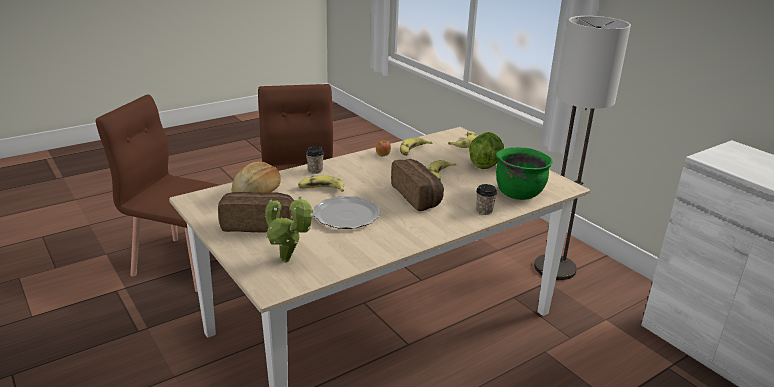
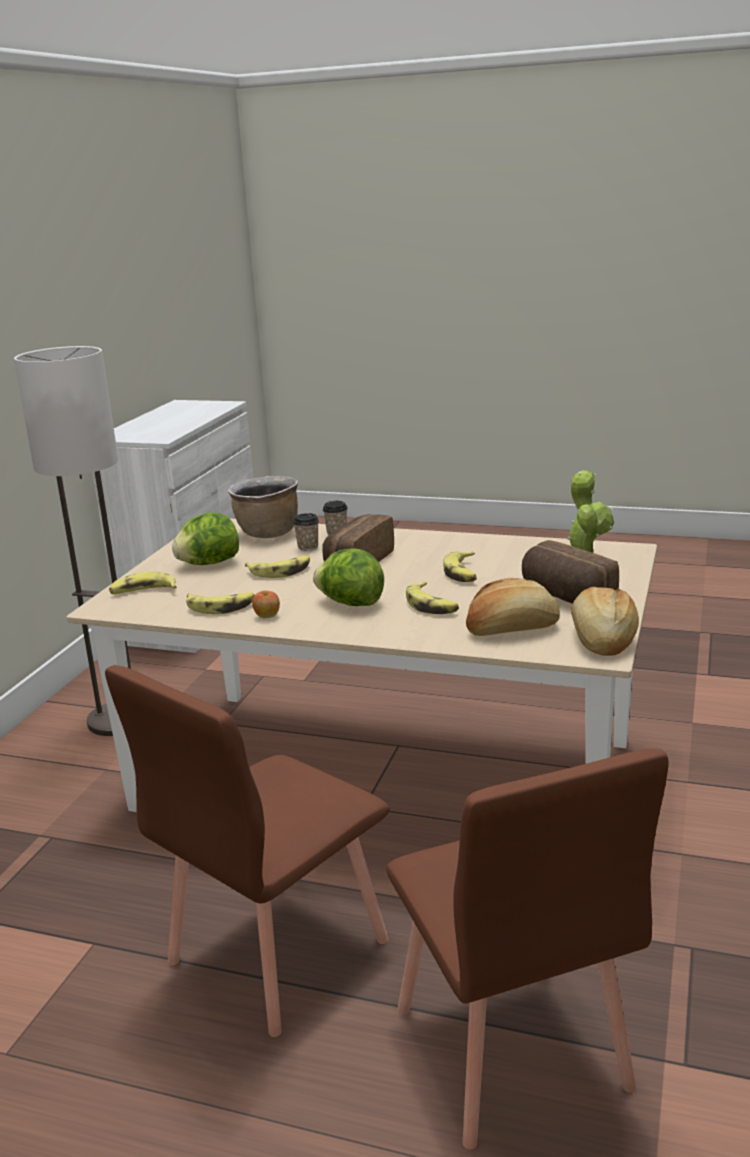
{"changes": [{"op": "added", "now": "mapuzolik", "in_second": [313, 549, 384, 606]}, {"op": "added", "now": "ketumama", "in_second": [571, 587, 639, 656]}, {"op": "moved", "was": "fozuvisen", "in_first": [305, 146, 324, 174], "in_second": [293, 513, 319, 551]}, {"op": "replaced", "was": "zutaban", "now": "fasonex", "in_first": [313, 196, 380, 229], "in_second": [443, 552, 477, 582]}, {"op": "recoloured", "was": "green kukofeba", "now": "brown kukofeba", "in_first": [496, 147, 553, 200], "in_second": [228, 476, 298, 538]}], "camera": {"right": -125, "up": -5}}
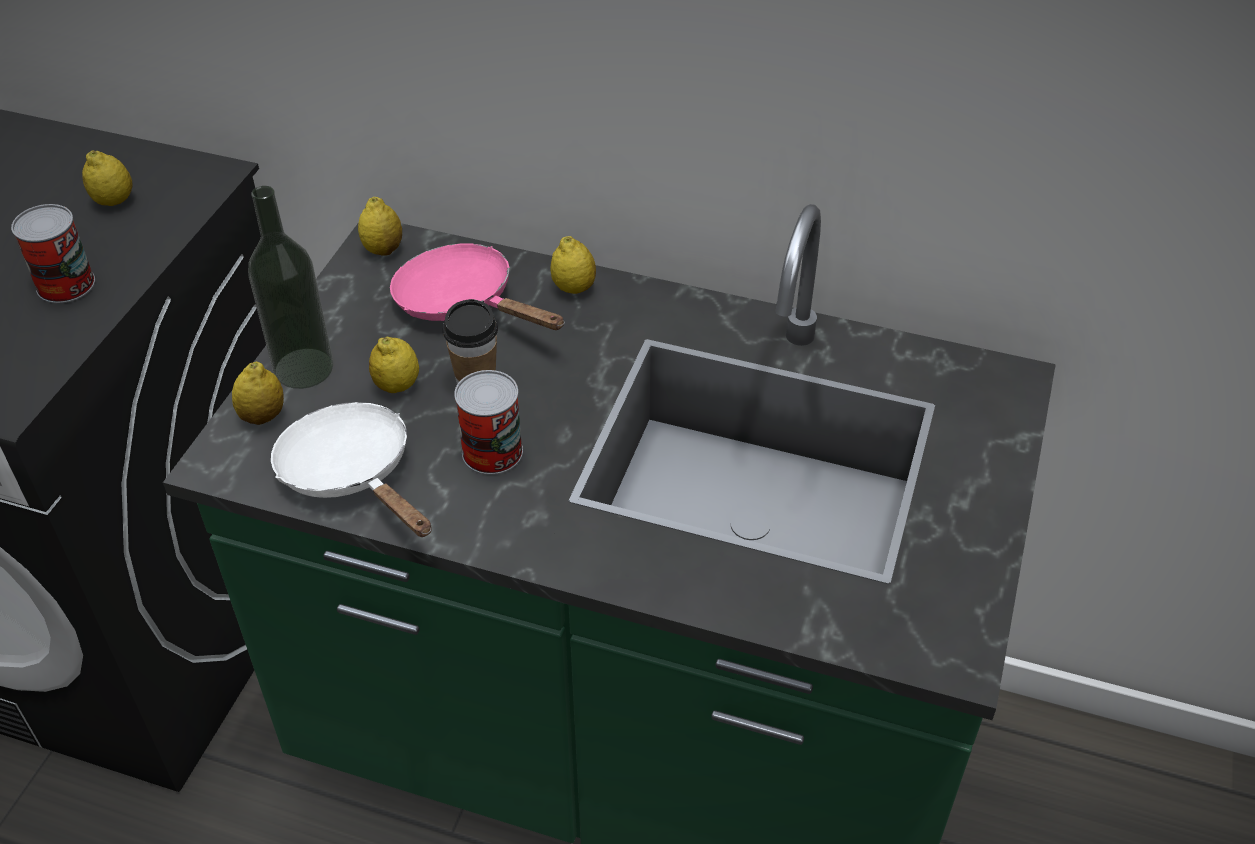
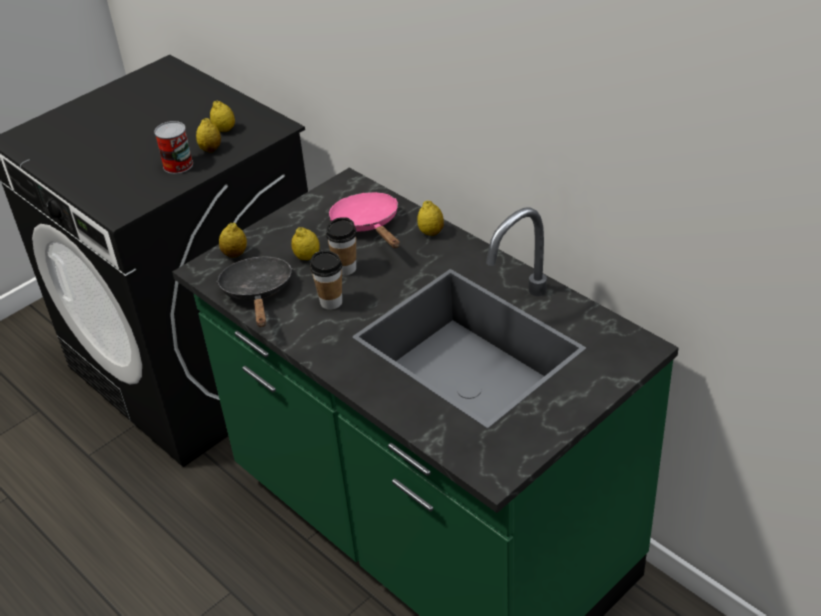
{"changes": [{"op": "removed", "was": "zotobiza", "in_first": [248, 186, 333, 389]}, {"op": "moved", "was": "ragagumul", "in_first": [358, 197, 402, 256], "in_second": [196, 118, 221, 152]}, {"op": "replaced", "was": "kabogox", "now": "fozuvisen", "in_first": [454, 370, 523, 475], "in_second": [310, 250, 342, 310]}, {"op": "recoloured", "was": "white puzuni", "now": "black puzuni", "in_first": [271, 402, 432, 537], "in_second": [216, 257, 293, 327]}], "camera": {"right": 30, "up": -5}}
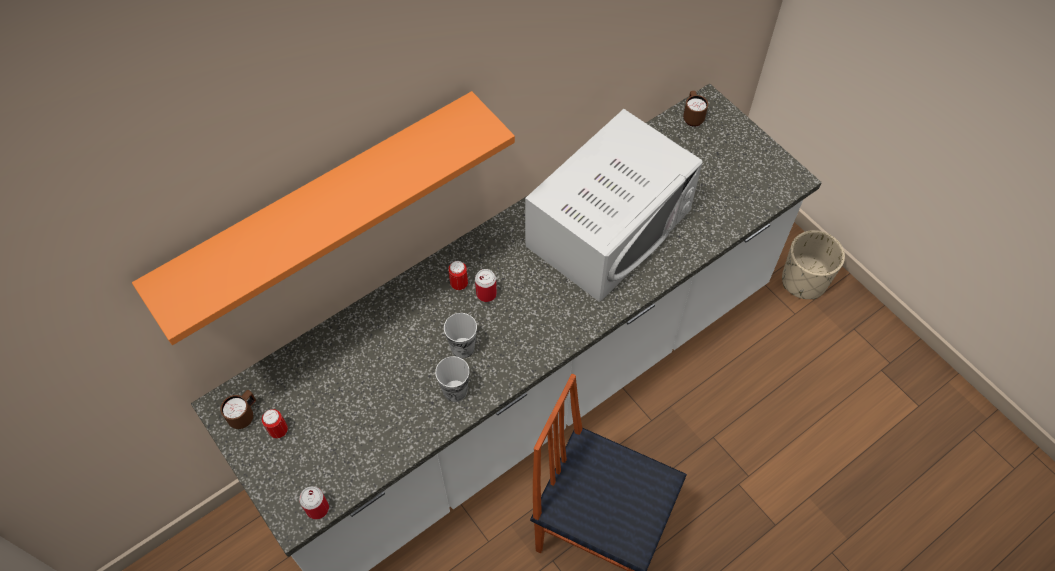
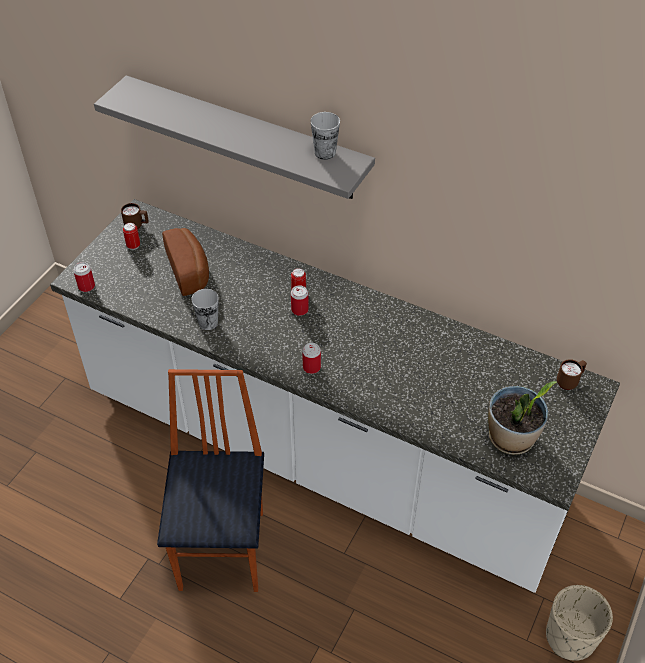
{"changes": [{"op": "removed", "was": "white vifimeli", "in_first": [525, 109, 702, 302]}, {"op": "added", "now": "ketumama", "in_second": [162, 228, 209, 296]}, {"op": "added", "now": "kabogox", "in_second": [302, 343, 321, 374]}, {"op": "added", "now": "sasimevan", "in_second": [488, 381, 557, 455]}, {"op": "moved", "was": "fozuvisen", "in_first": [444, 313, 477, 358], "in_second": [310, 112, 340, 160]}, {"op": "recoloured", "was": "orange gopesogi", "now": "grey gopesogi", "in_first": [132, 91, 515, 345], "in_second": [94, 75, 375, 199]}], "camera": {"right": 65, "up": -10}}
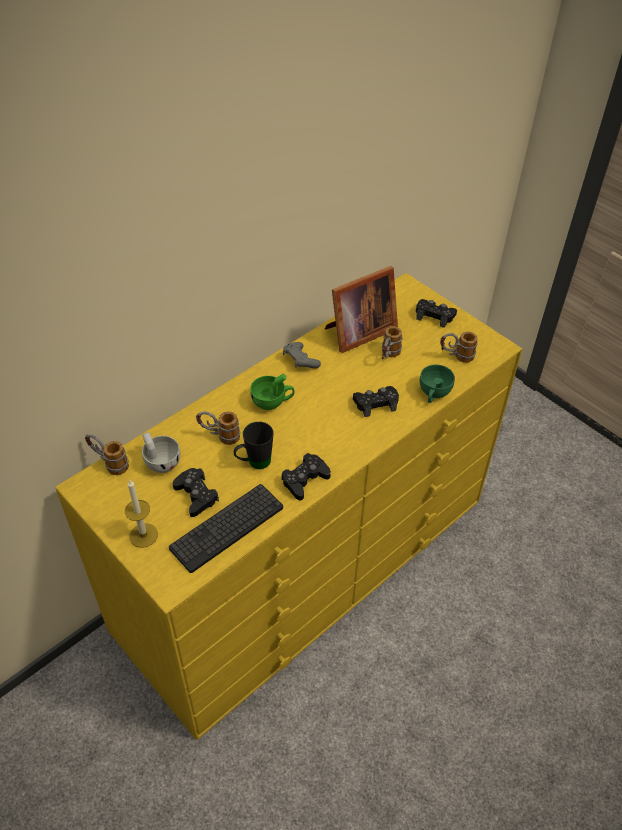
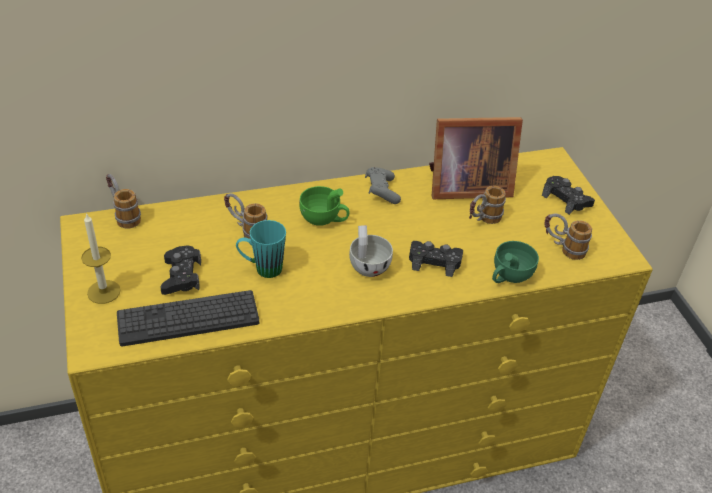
{"changes": [{"op": "removed", "was": "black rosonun", "in_first": [282, 453, 331, 501]}, {"op": "moved", "was": "white fozuvisen", "in_first": [142, 432, 180, 473], "in_second": [349, 225, 393, 277]}, {"op": "recoloured", "was": "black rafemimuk", "now": "turquoise rafemimuk", "in_first": [234, 422, 274, 469], "in_second": [236, 220, 286, 278]}], "camera": {"right": 25, "up": -5}}
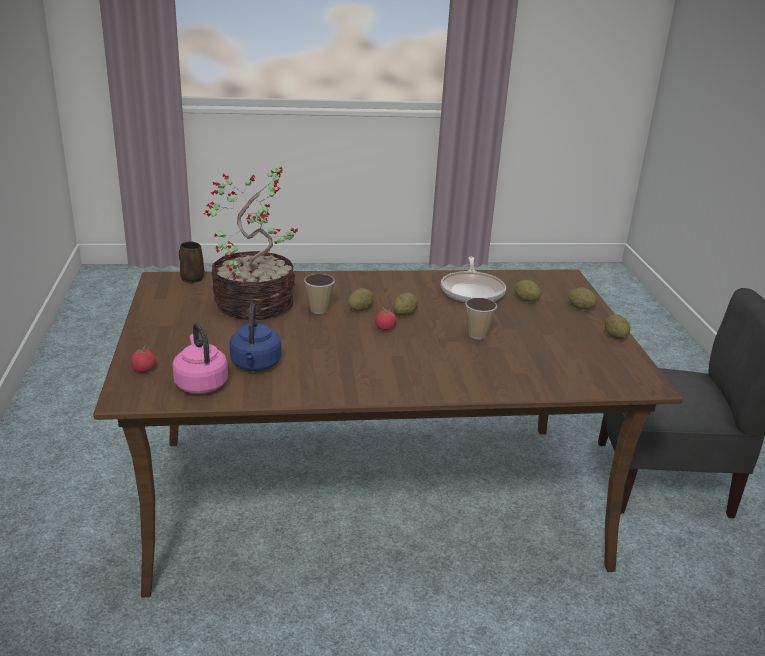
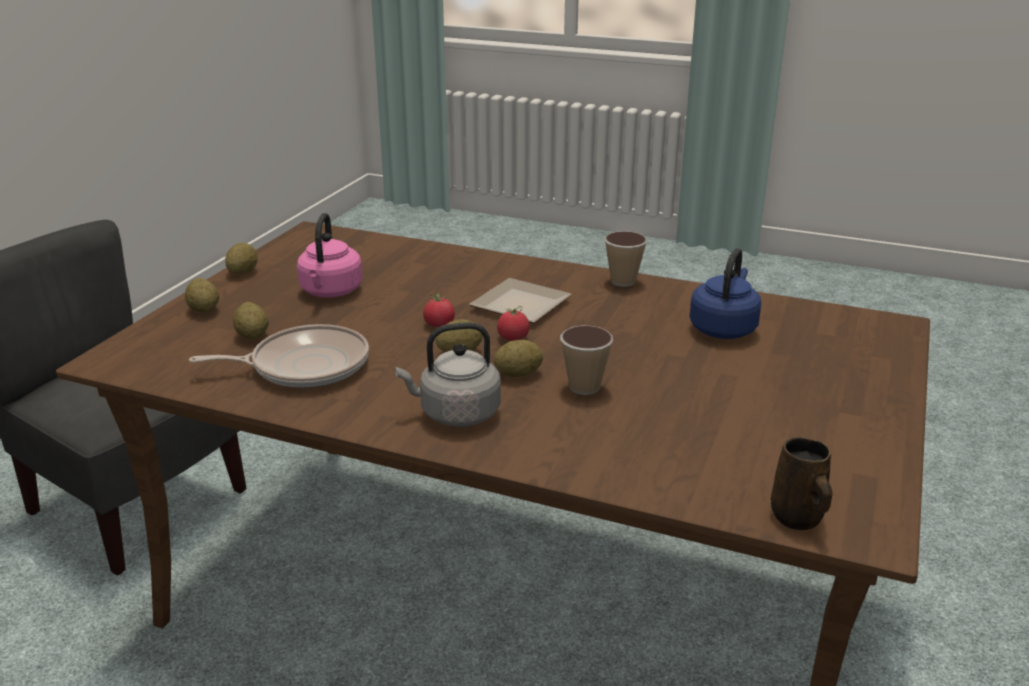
{"changes": [{"op": "removed", "was": "sasimevan", "in_first": [203, 167, 298, 320]}, {"op": "added", "now": "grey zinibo", "in_second": [395, 322, 501, 427]}, {"op": "added", "now": "zutaban", "in_second": [469, 278, 572, 323]}, {"op": "moved", "was": "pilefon", "in_first": [131, 345, 156, 372], "in_second": [423, 293, 455, 327]}, {"op": "moved", "was": "pink zinibo", "in_first": [172, 323, 228, 394], "in_second": [297, 213, 362, 298]}, {"op": "moved", "was": "fozuvisen", "in_first": [465, 298, 497, 339], "in_second": [604, 231, 647, 287]}, {"op": "turned", "was": "puzuni", "in_first": [441, 256, 506, 303], "in_second": [189, 324, 369, 388], "clockwise": 45}], "camera": {"right": -150, "up": 0}}
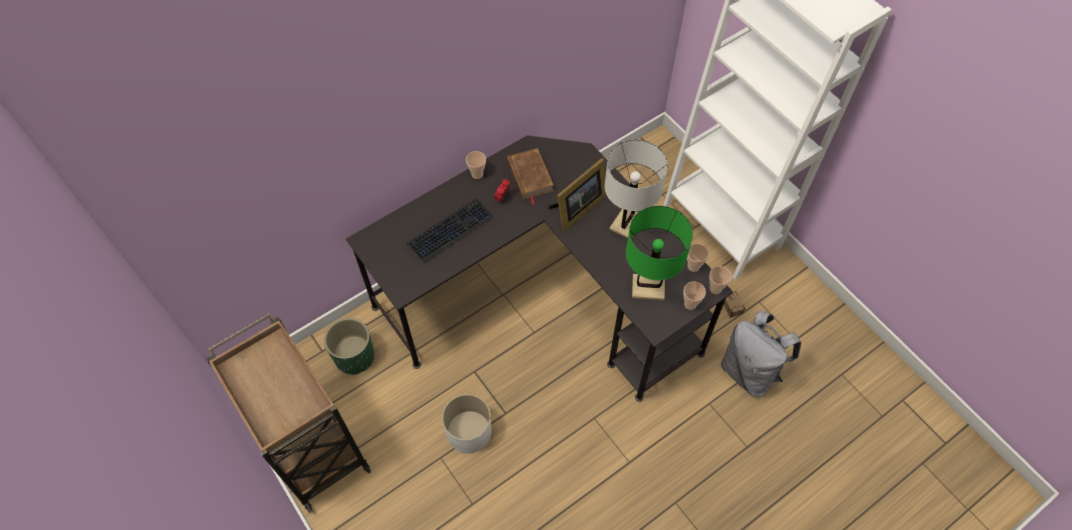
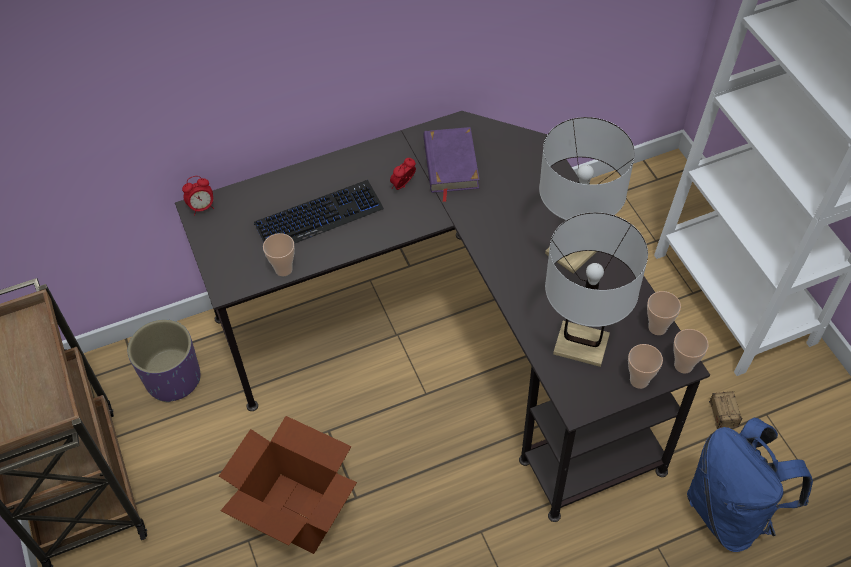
{"changes": [{"op": "removed", "was": "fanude", "in_first": [549, 158, 607, 232]}, {"op": "added", "now": "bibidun", "in_second": [182, 176, 214, 216]}, {"op": "moved", "was": "fozuvisen", "in_first": [466, 151, 486, 179], "in_second": [263, 233, 295, 276]}, {"op": "replaced", "was": "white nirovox", "now": "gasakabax", "in_first": [442, 394, 492, 453], "in_second": [219, 416, 357, 554]}, {"op": "recoloured", "was": "green nirovox", "now": "purple nirovox", "in_first": [324, 318, 374, 375], "in_second": [128, 319, 201, 402]}, {"op": "recoloured", "was": "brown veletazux", "now": "purple veletazux", "in_first": [507, 148, 554, 205], "in_second": [423, 127, 479, 202]}, {"op": "recoloured", "was": "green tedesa", "now": "white tedesa", "in_first": [626, 206, 693, 300], "in_second": [545, 212, 648, 367]}, {"op": "recoloured", "was": "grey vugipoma", "now": "blue vugipoma", "in_first": [721, 310, 801, 397], "in_second": [687, 418, 813, 552]}], "camera": {"right": 15, "up": -5}}
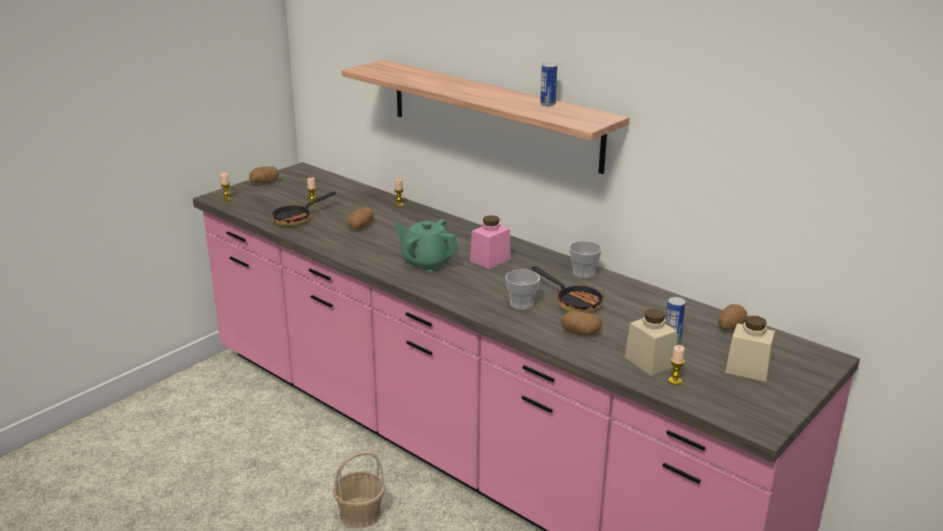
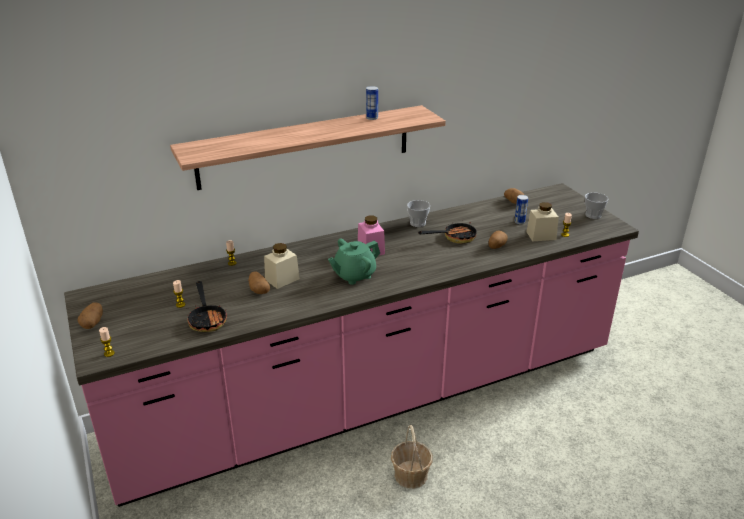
{"changes": [{"op": "moved", "was": "fozuvisen", "in_first": [505, 270, 540, 310], "in_second": [585, 192, 608, 219]}, {"op": "moved", "was": "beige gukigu", "in_first": [725, 316, 775, 382], "in_second": [264, 243, 300, 289]}], "camera": {"right": -65, "up": 5}}
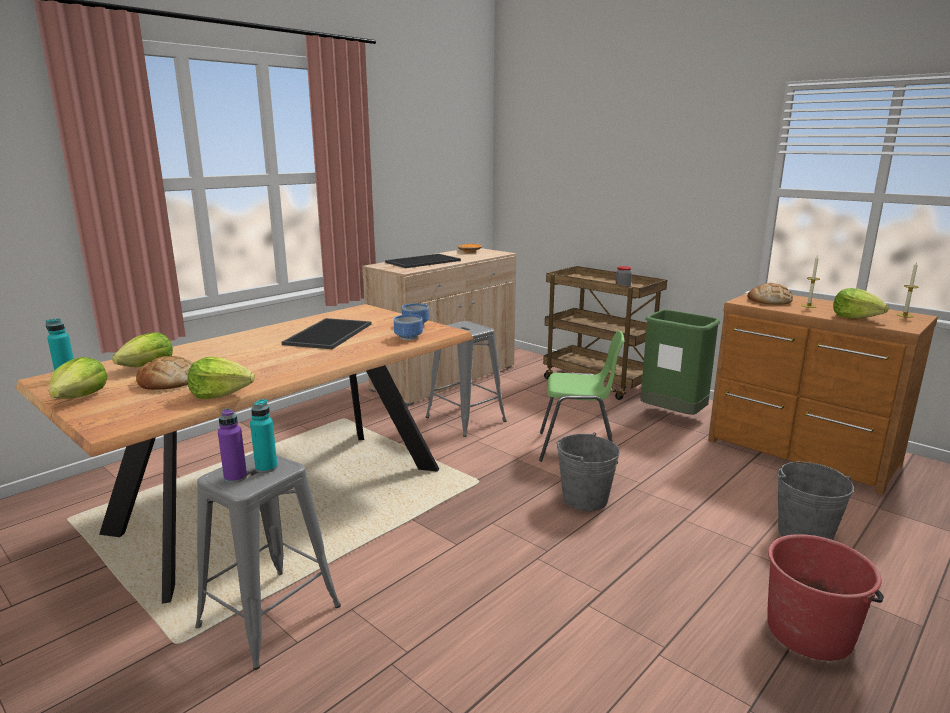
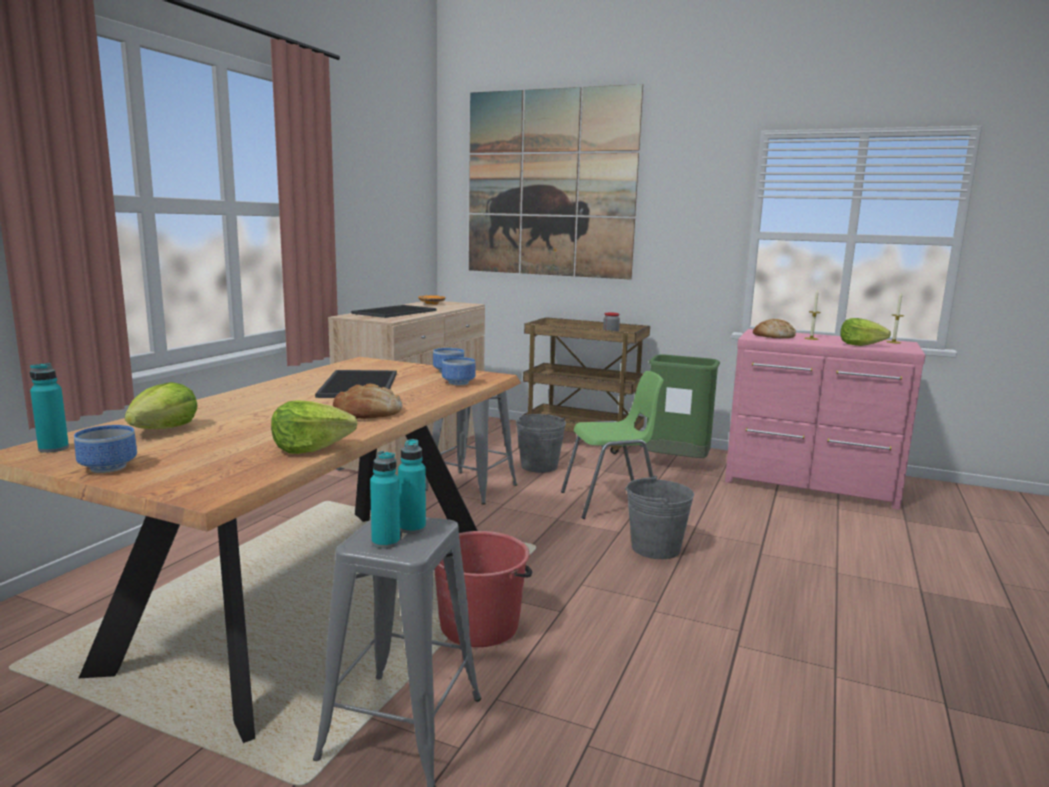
{"changes": [{"op": "added", "now": "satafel", "in_second": [469, 84, 643, 280]}, {"op": "moved", "was": "ketumama", "in_first": [136, 356, 193, 390], "in_second": [333, 384, 402, 419]}, {"op": "moved", "was": "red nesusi", "in_first": [767, 534, 884, 661], "in_second": [435, 531, 532, 647]}, {"op": "moved", "was": "grey nesusi", "in_first": [777, 461, 854, 540], "in_second": [516, 414, 566, 473]}, {"op": "replaced", "was": "mapuzolik", "now": "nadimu", "in_first": [49, 357, 108, 399], "in_second": [74, 425, 137, 473]}, {"op": "recoloured", "was": "purple zotobiza", "now": "turquoise zotobiza", "in_first": [218, 408, 247, 483], "in_second": [370, 451, 400, 548]}, {"op": "recoloured", "was": "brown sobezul", "now": "pink sobezul", "in_first": [708, 293, 938, 495], "in_second": [725, 329, 925, 510]}], "camera": {"right": -20, "up": -5}}
